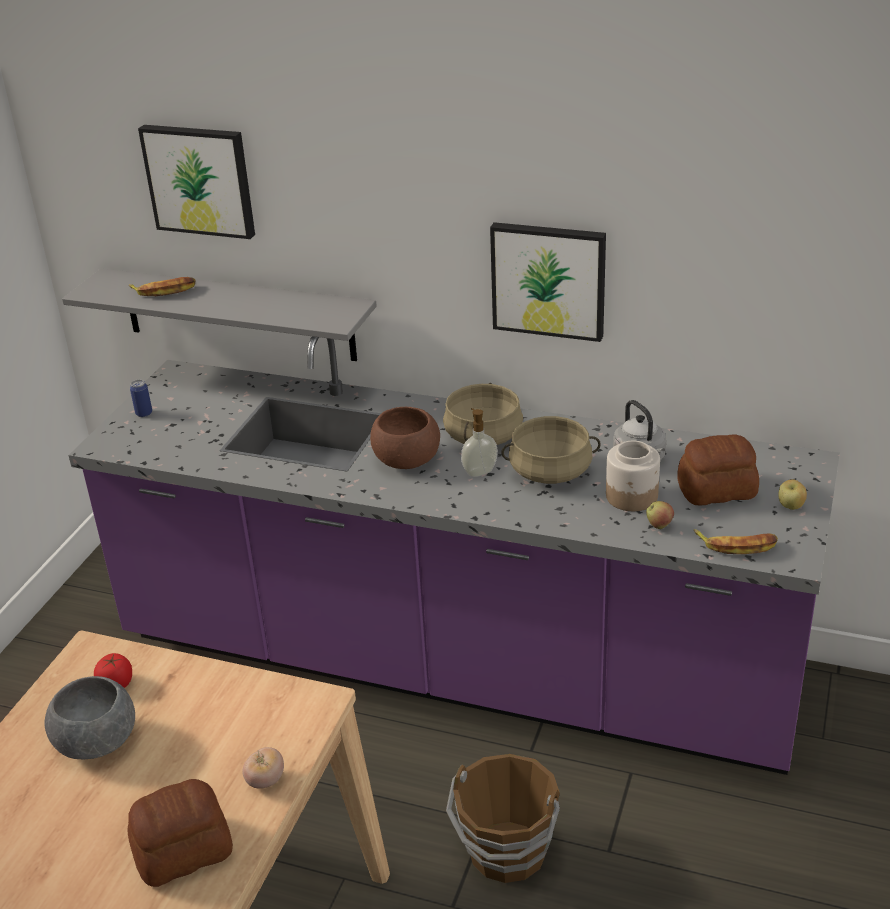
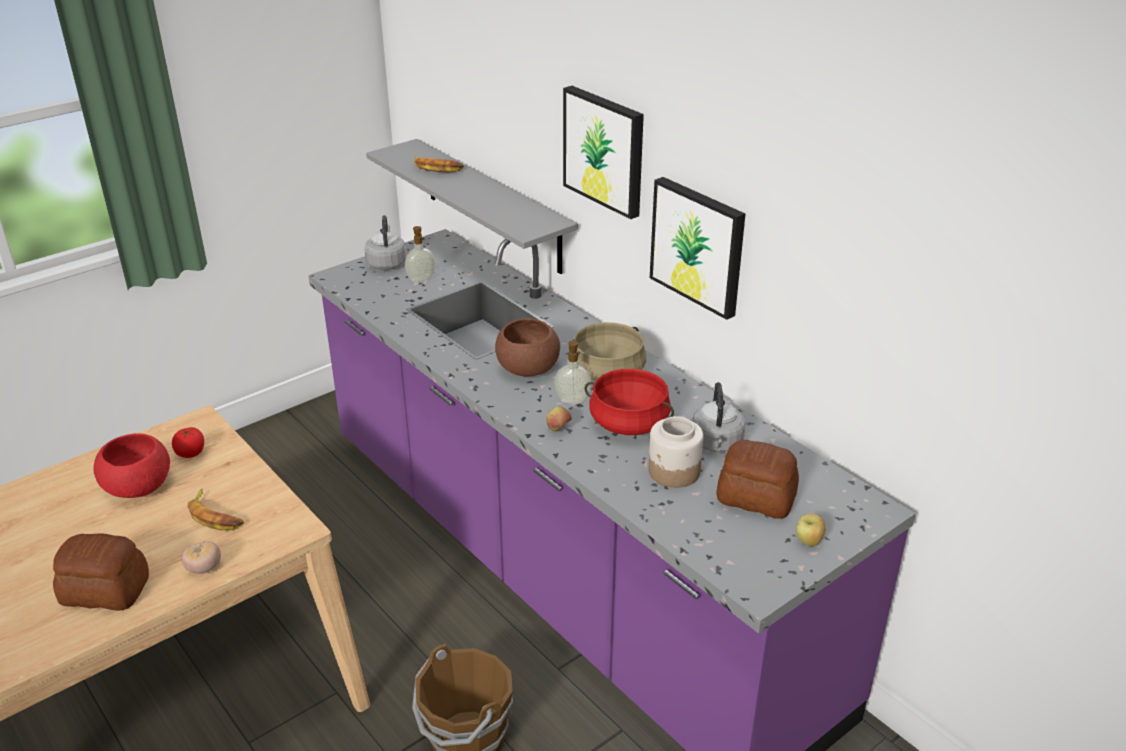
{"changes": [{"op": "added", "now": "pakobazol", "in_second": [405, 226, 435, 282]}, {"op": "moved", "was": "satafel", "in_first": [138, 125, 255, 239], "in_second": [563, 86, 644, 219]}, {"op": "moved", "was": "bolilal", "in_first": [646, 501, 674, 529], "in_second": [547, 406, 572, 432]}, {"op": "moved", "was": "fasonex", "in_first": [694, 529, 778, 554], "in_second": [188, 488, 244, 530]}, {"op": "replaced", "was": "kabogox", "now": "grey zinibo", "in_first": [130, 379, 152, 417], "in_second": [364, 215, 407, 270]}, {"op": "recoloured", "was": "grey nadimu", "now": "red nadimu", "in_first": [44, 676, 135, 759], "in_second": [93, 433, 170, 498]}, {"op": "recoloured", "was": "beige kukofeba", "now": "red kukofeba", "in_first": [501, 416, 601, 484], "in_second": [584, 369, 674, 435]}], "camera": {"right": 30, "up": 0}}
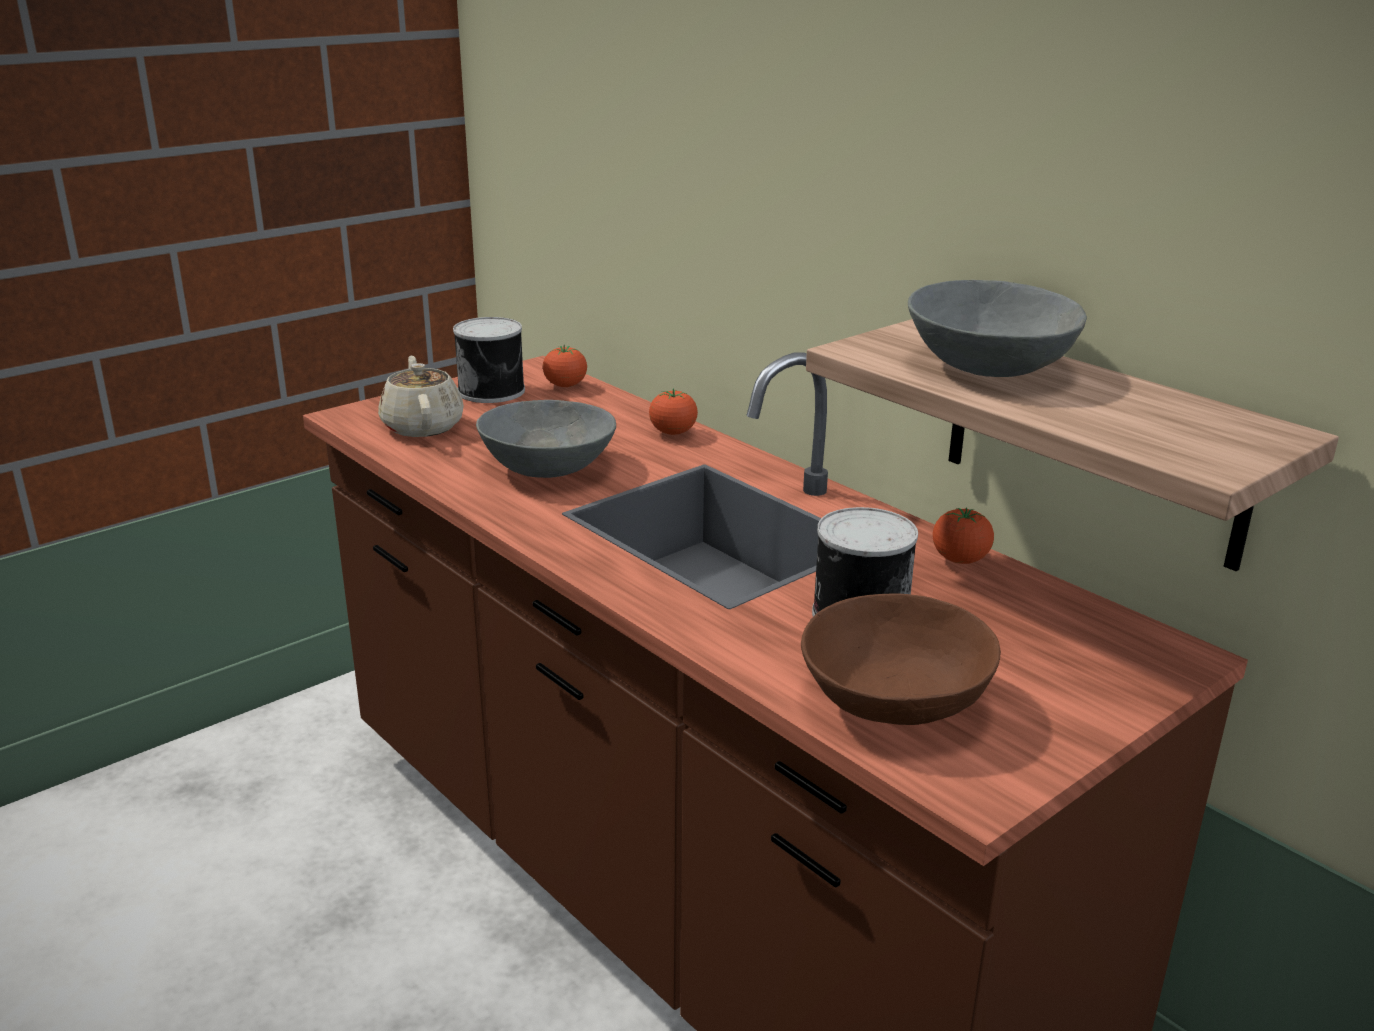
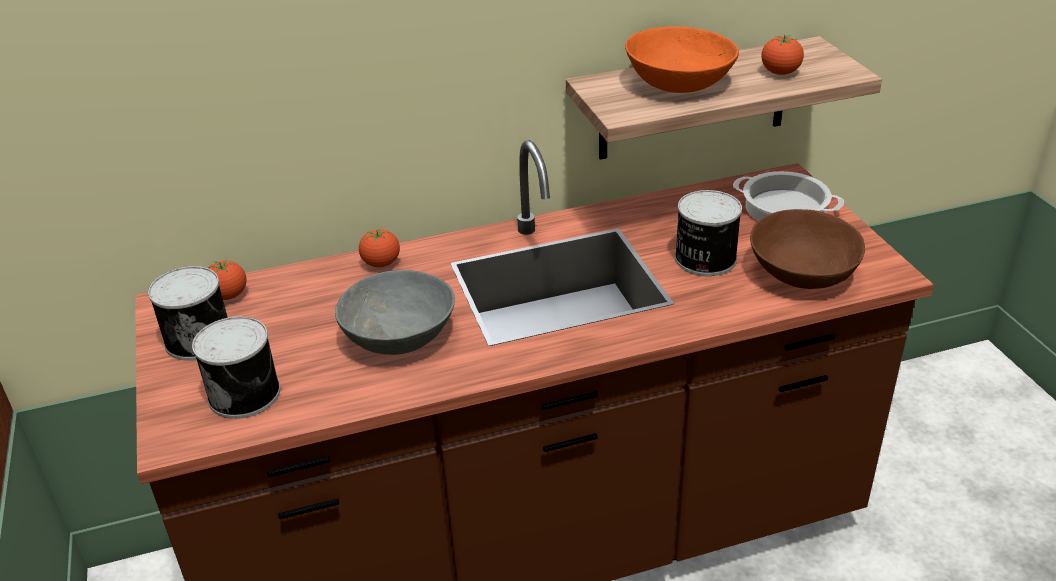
{"changes": [{"op": "added", "now": "kukofeba", "in_second": [733, 171, 844, 221]}, {"op": "moved", "was": "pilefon", "in_first": [933, 508, 994, 564], "in_second": [761, 35, 804, 75]}, {"op": "replaced", "was": "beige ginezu", "now": "kabogox", "in_first": [378, 356, 464, 437], "in_second": [192, 316, 280, 419]}, {"op": "recoloured", "was": "grey nadimu", "now": "orange nadimu", "in_first": [908, 280, 1087, 377], "in_second": [625, 26, 739, 93]}], "camera": {"right": -65, "up": 10}}
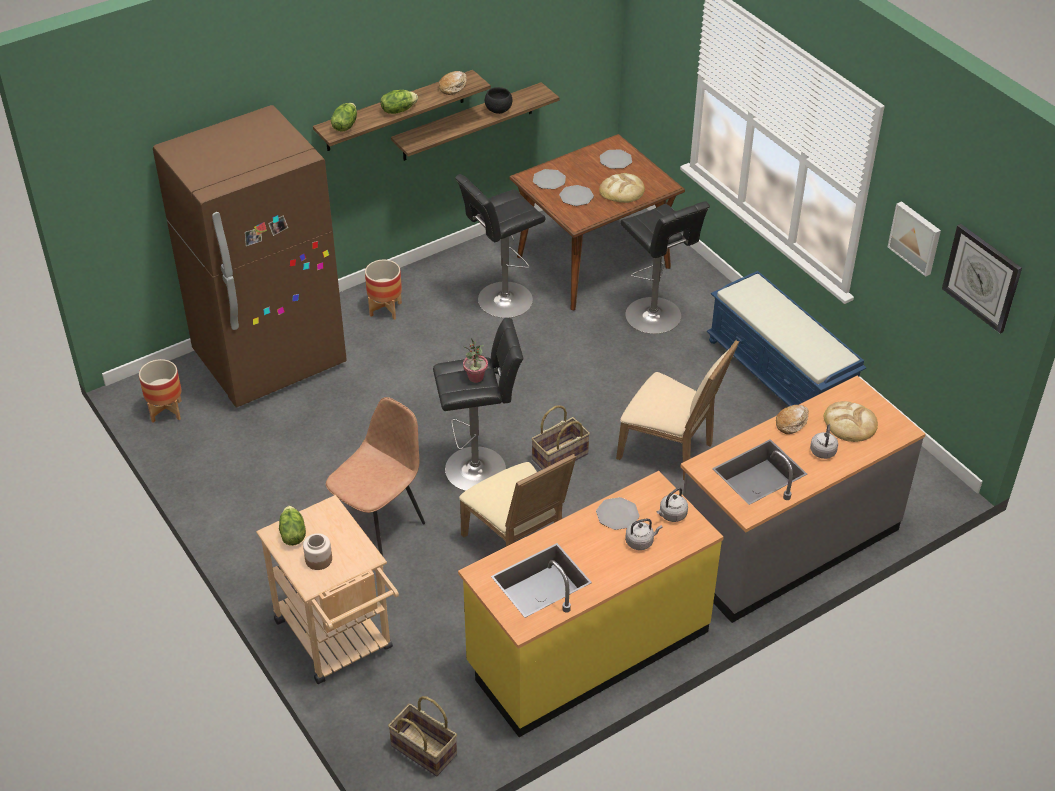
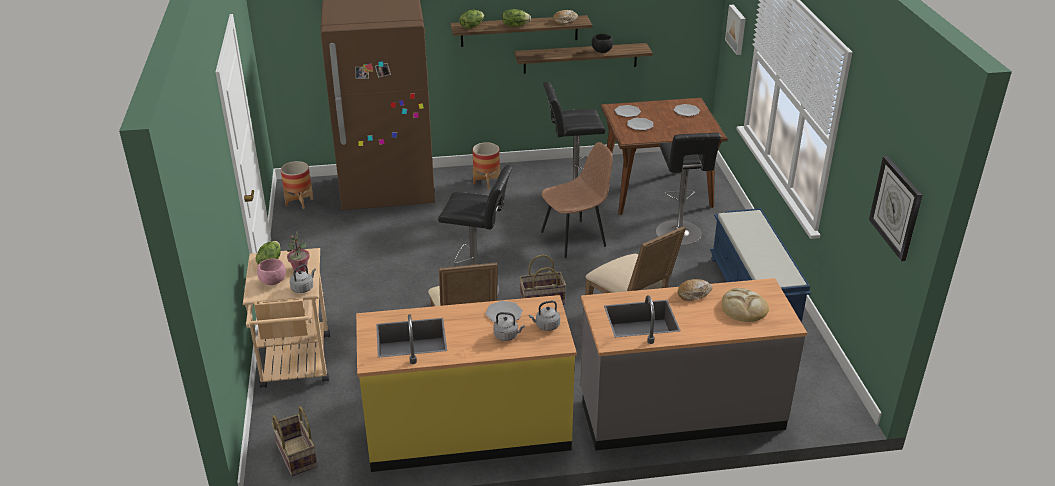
{"changes": [{"op": "removed", "was": "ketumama", "in_first": [599, 173, 645, 203]}, {"op": "moved", "was": "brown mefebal", "in_first": [326, 397, 425, 556], "in_second": [541, 142, 613, 258]}, {"op": "moved", "was": "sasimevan", "in_first": [463, 338, 488, 383], "in_second": [287, 232, 310, 272]}, {"op": "moved", "was": "grey zinibo", "in_first": [810, 424, 838, 459], "in_second": [290, 264, 316, 293]}, {"op": "moved", "was": "satafel", "in_first": [888, 201, 941, 277], "in_second": [725, 5, 746, 55]}, {"op": "replaced", "was": "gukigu", "now": "pink nadimu", "in_first": [303, 533, 332, 570], "in_second": [257, 259, 286, 285]}], "camera": {"right": 25, "up": -10}}
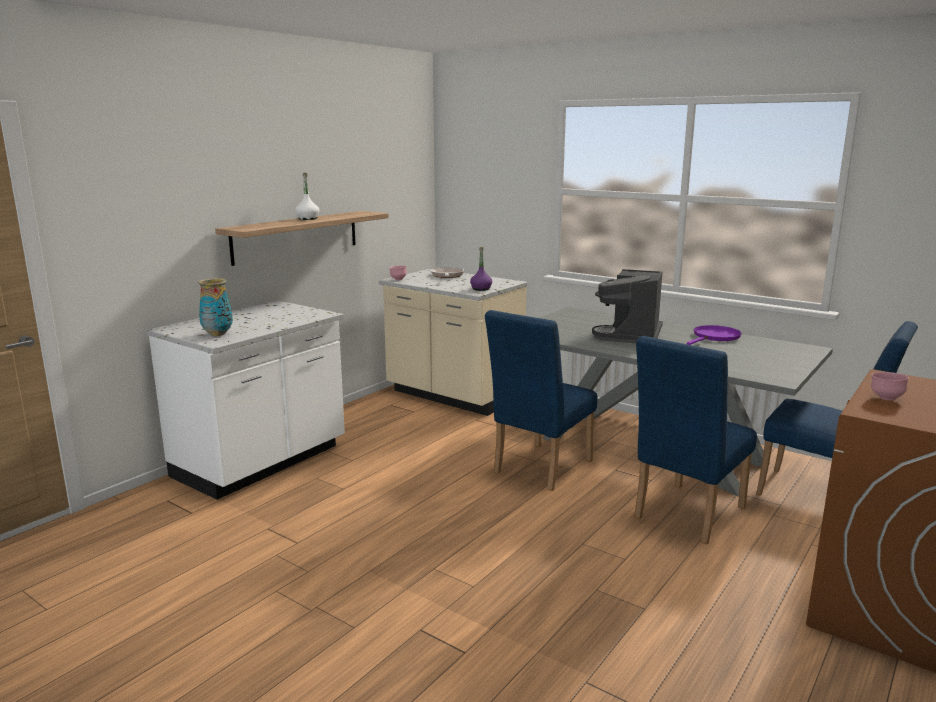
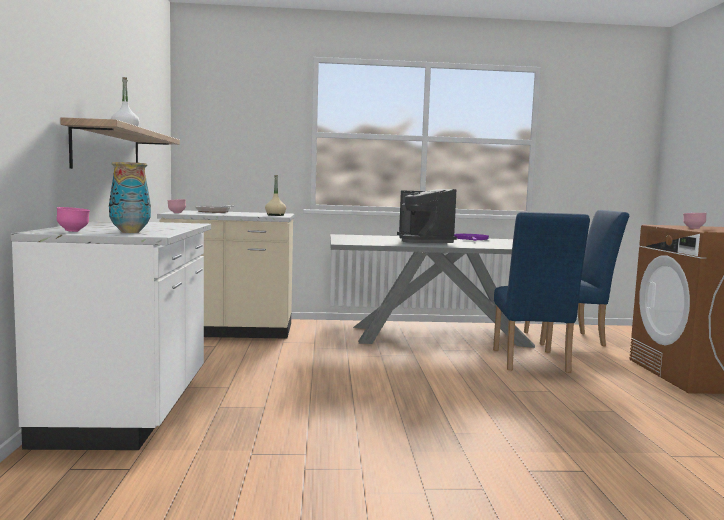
{"changes": [{"op": "removed", "was": "blue mefebal", "in_first": [485, 310, 597, 491]}, {"op": "added", "now": "pink nadimu", "in_second": [57, 207, 90, 232]}, {"op": "recoloured", "was": "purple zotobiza", "now": "beige zotobiza", "in_first": [470, 247, 492, 291], "in_second": [265, 175, 286, 216]}], "camera": {"right": -40, "up": -10}}
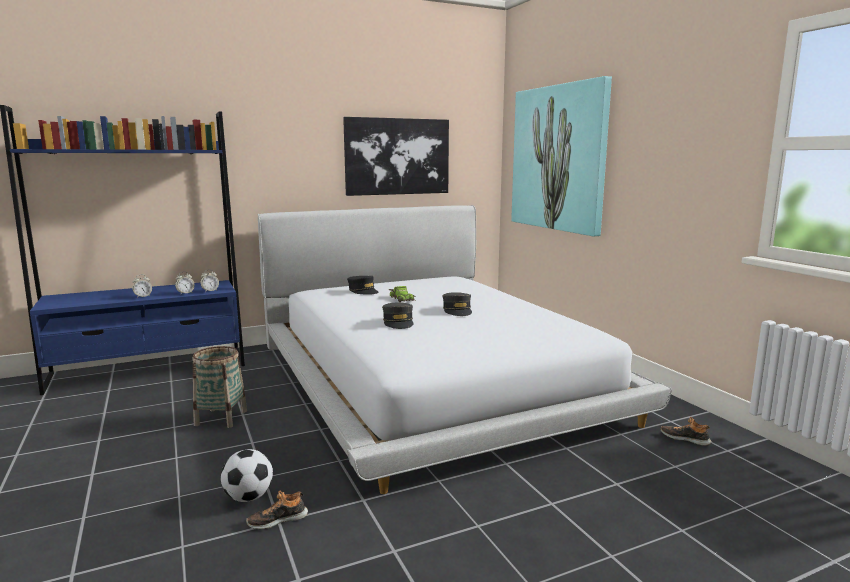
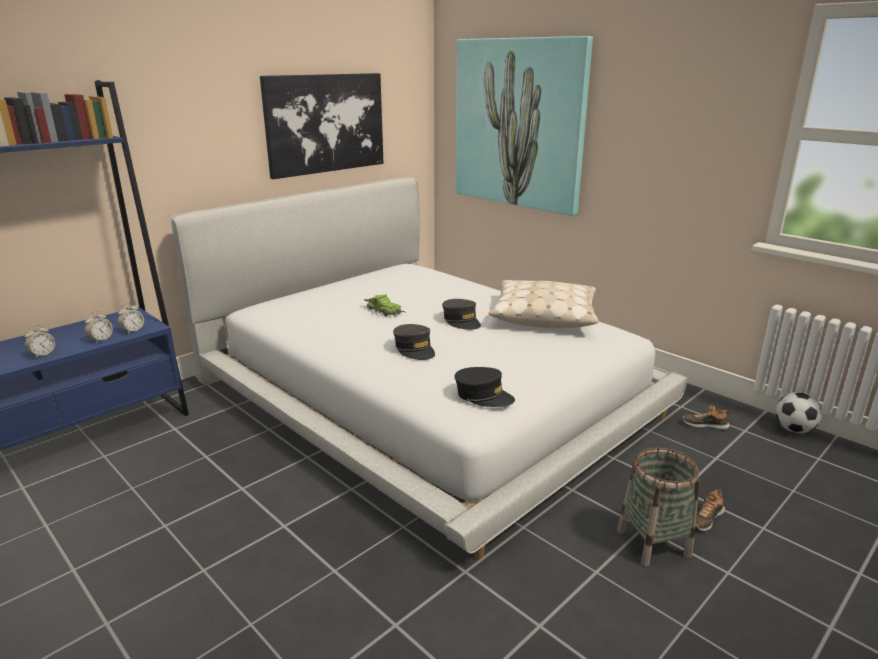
{"changes": [{"op": "added", "now": "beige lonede", "in_second": [488, 280, 599, 328]}, {"op": "moved", "was": "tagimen", "in_first": [192, 346, 247, 428], "in_second": [617, 447, 700, 566]}, {"op": "moved", "was": "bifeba", "in_first": [221, 449, 273, 502], "in_second": [776, 392, 822, 433]}, {"op": "moved", "was": "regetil", "in_first": [246, 491, 308, 529], "in_second": [695, 489, 725, 531]}, {"op": "moved", "was": "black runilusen", "in_first": [347, 276, 379, 295], "in_second": [455, 367, 515, 407]}], "camera": {"right": -20, "up": 10}}
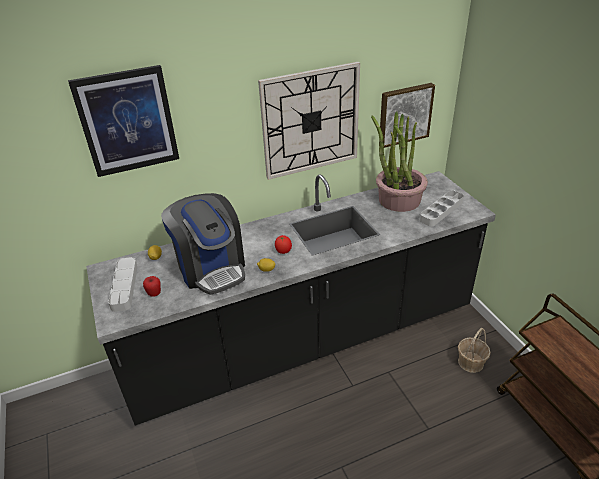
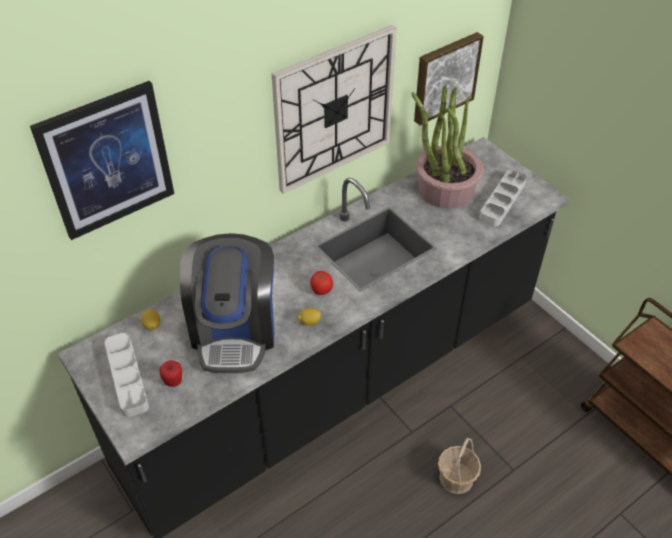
{"changes": [{"op": "moved", "was": "tagimen", "in_first": [458, 328, 491, 373], "in_second": [438, 437, 481, 494]}, {"op": "turned", "was": "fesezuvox", "in_first": [161, 193, 245, 295], "in_second": [180, 233, 274, 373], "clockwise": 45}], "camera": {"right": -15, "up": 10}}
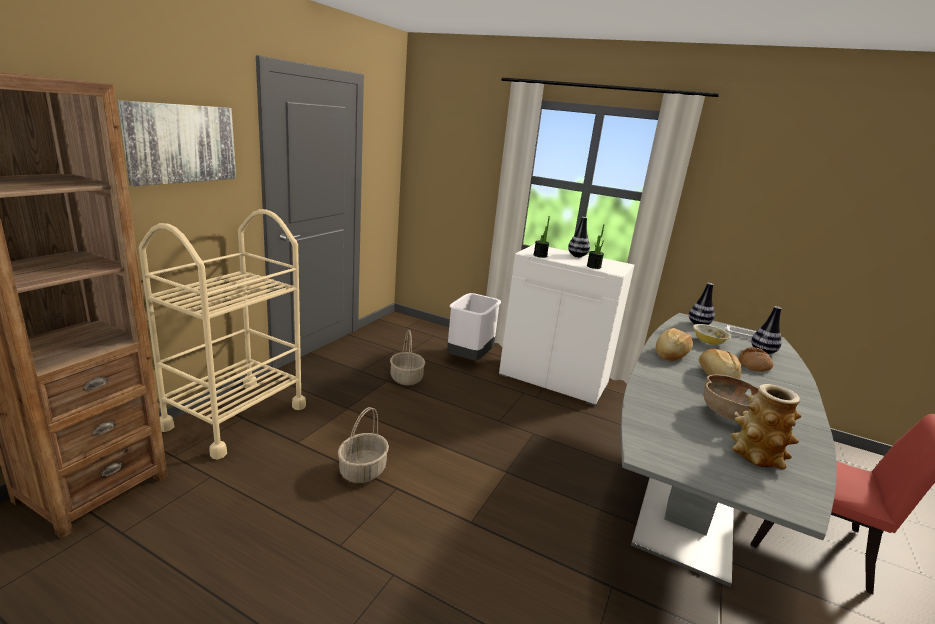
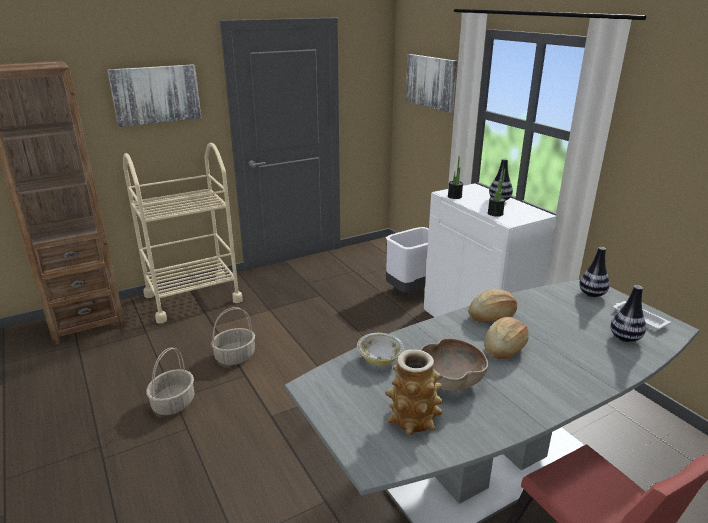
{"changes": [{"op": "removed", "was": "ketumama", "in_first": [739, 347, 773, 372]}, {"op": "added", "now": "satafel", "in_second": [406, 54, 457, 113]}, {"op": "moved", "was": "tagimen", "in_first": [390, 329, 425, 385], "in_second": [146, 348, 194, 415]}, {"op": "moved", "was": "nadimu", "in_first": [693, 324, 731, 345], "in_second": [357, 333, 404, 365]}], "camera": {"right": 35, "up": 5}}
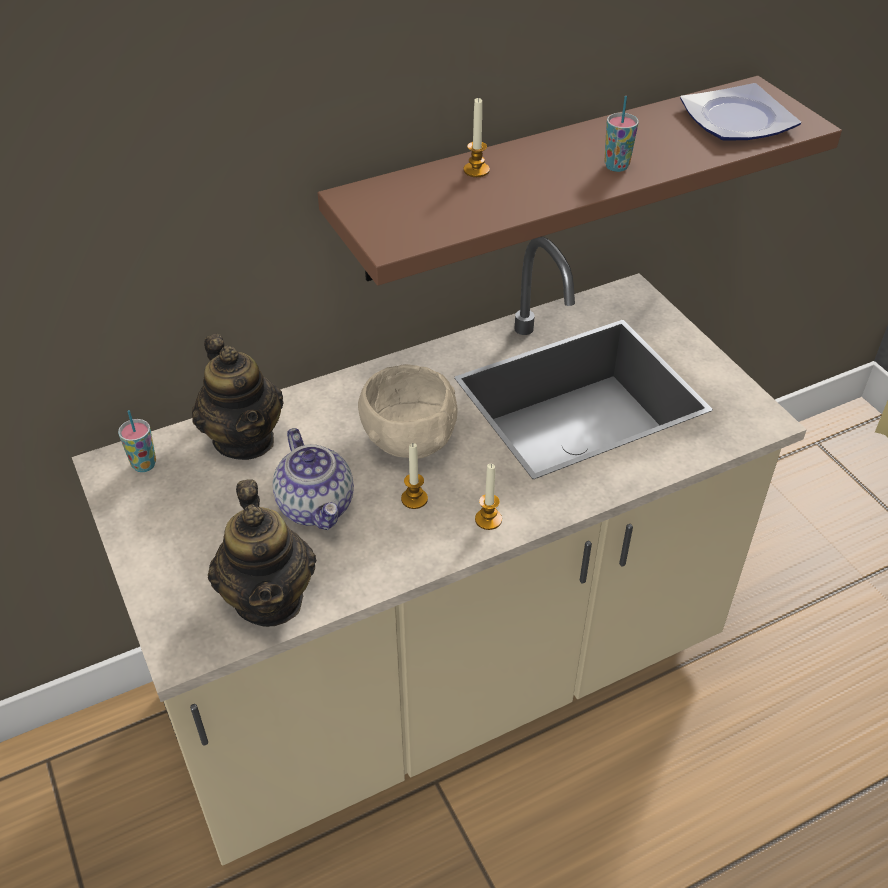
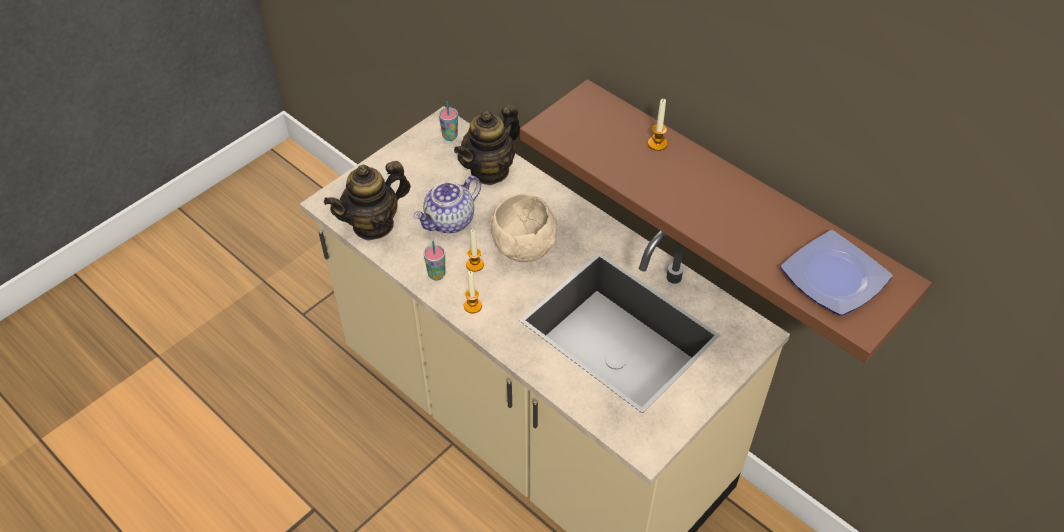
{"changes": [{"op": "moved", "was": "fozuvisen", "in_first": [604, 96, 639, 172], "in_second": [424, 241, 445, 281]}], "camera": {"right": 70, "up": 5}}
